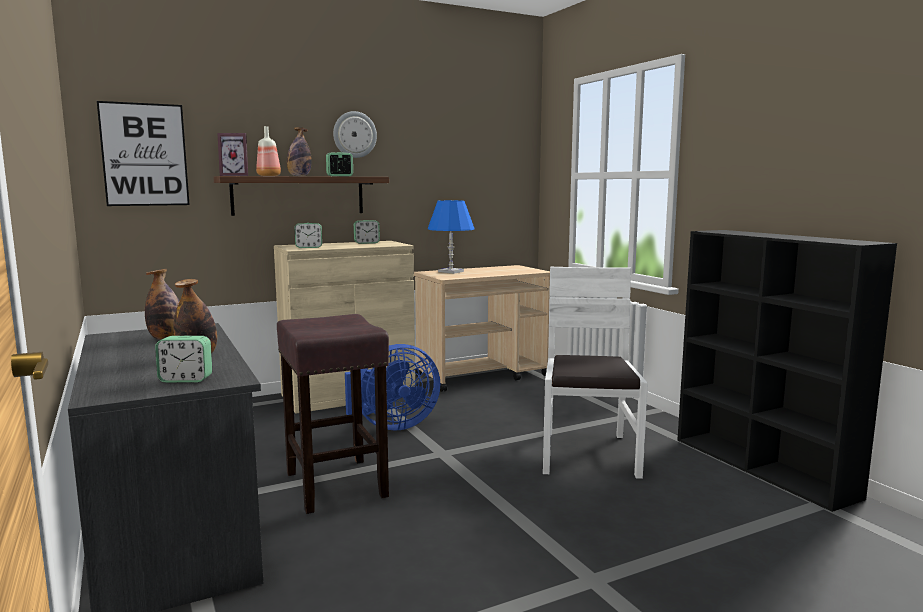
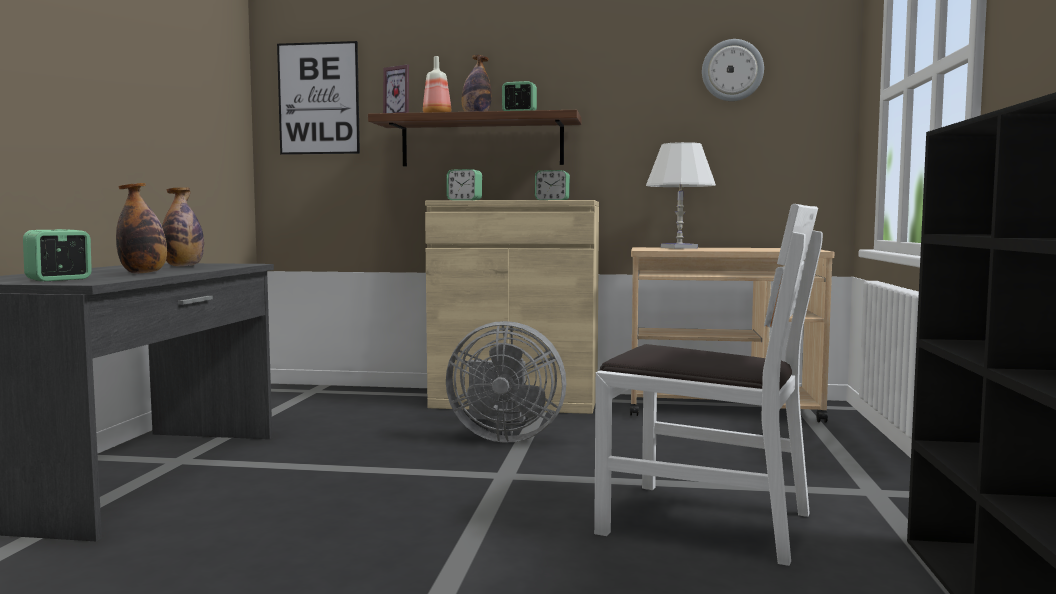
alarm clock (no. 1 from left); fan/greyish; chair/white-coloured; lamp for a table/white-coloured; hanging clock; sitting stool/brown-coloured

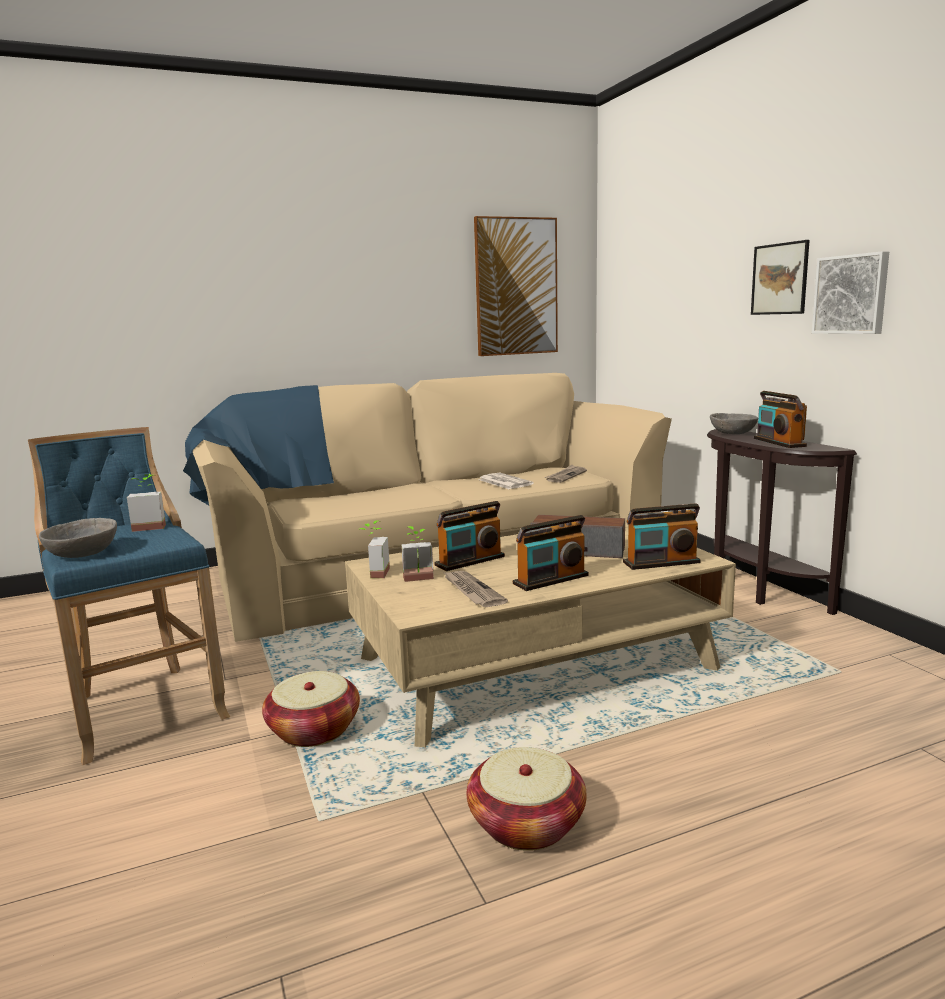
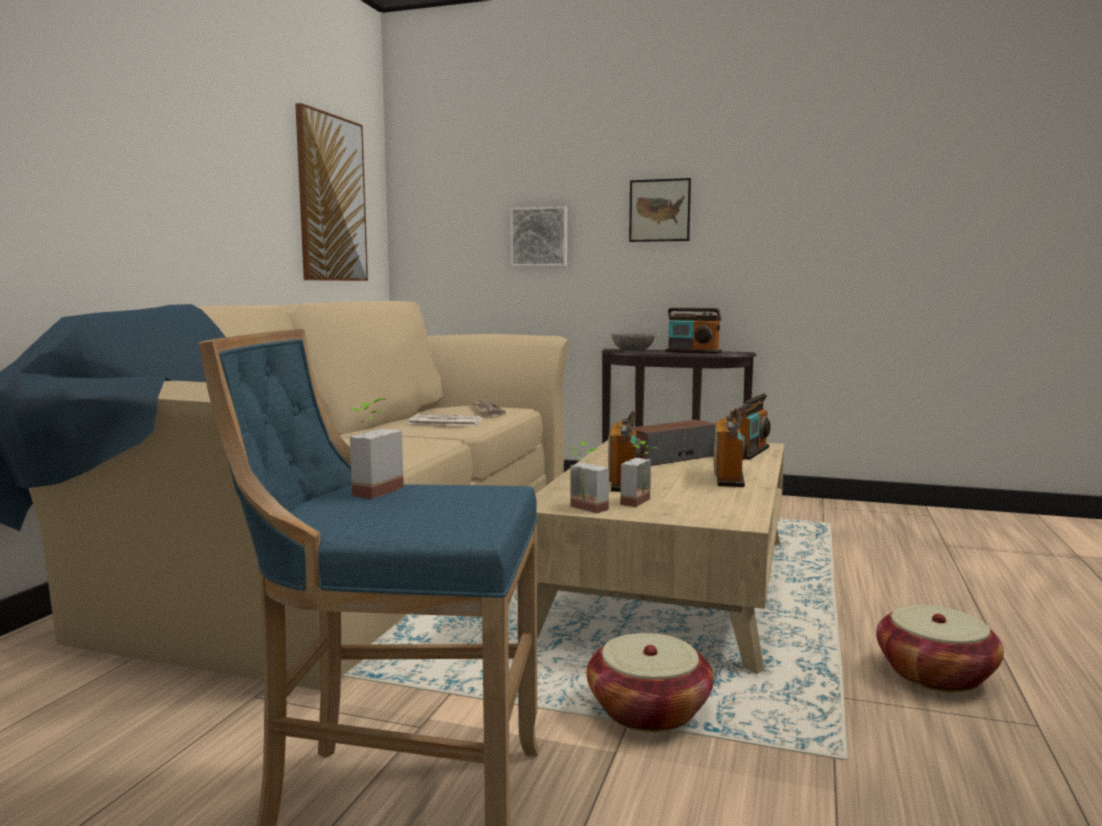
picture (no. 2 from left); serving bowl/greyish (no. 1 from left in the first image); printed paper (no. 1 from left in the first image)

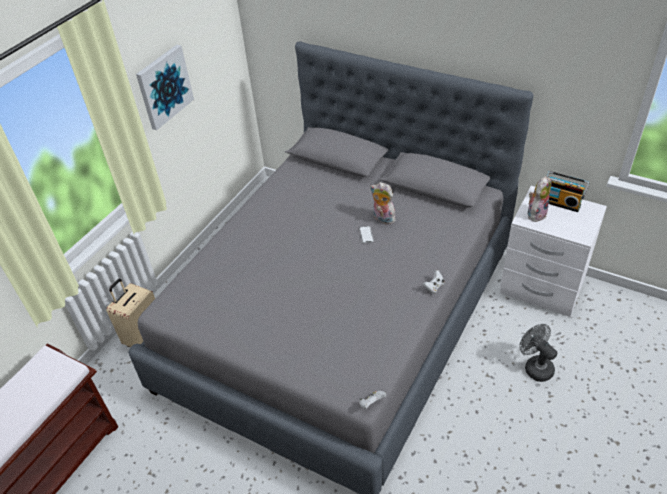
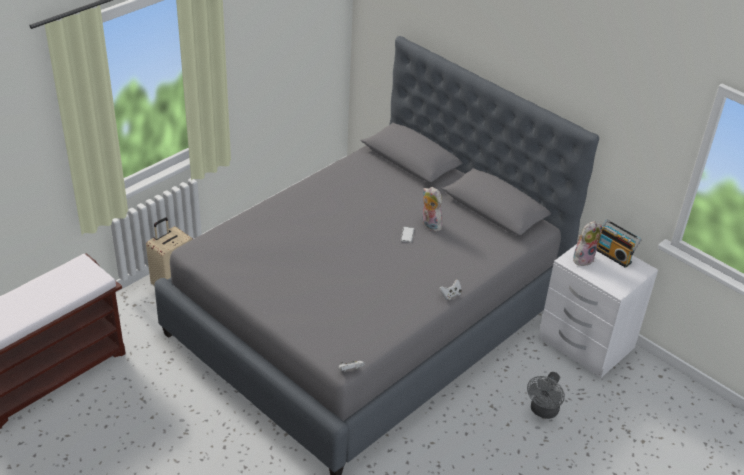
fan/greyish; picture

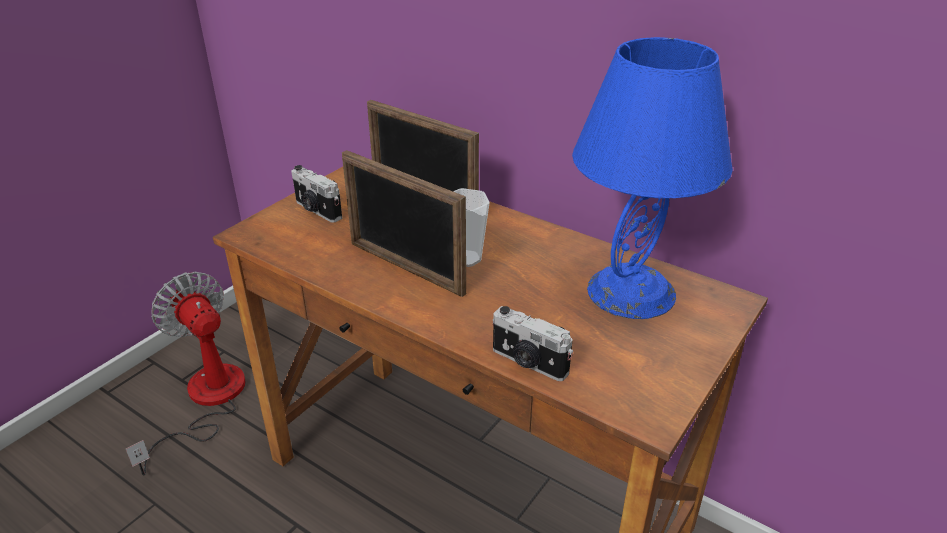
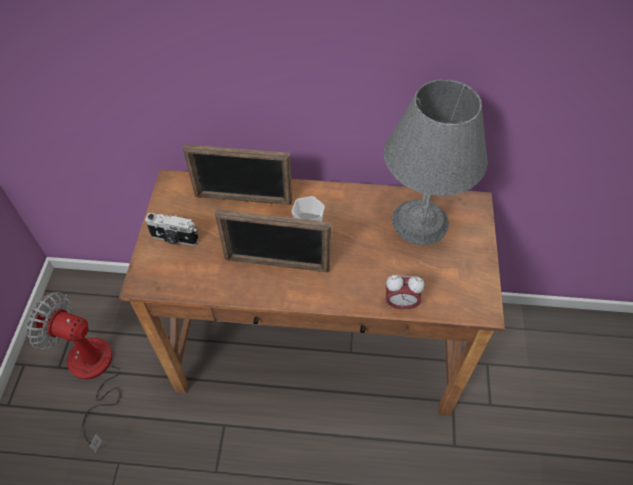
lamp for a table/greyish; alarm clock

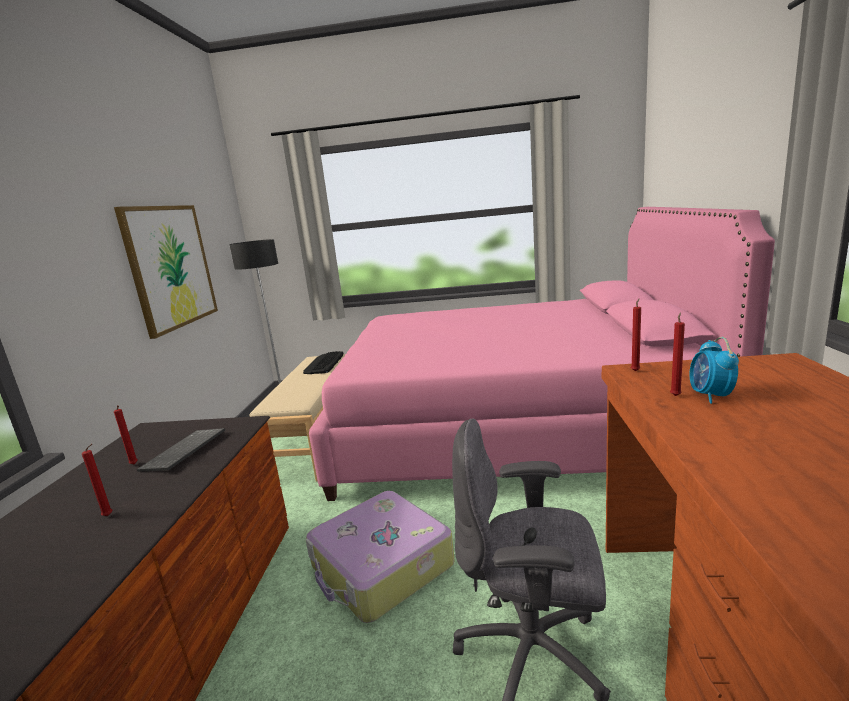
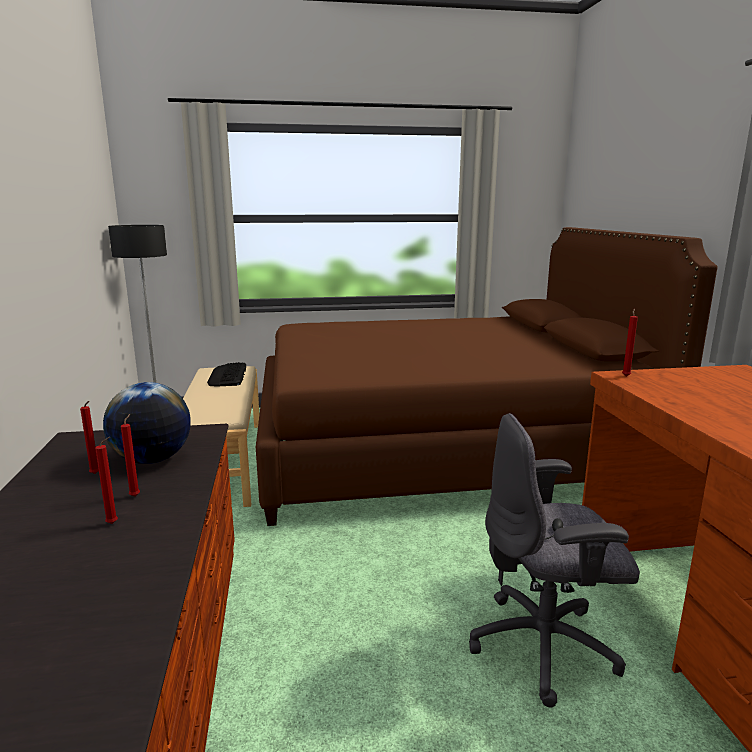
globe; candle/reddish (no. 3 from left); bedroom bed/brown-coloured; picture; piece of luggage; alarm clock

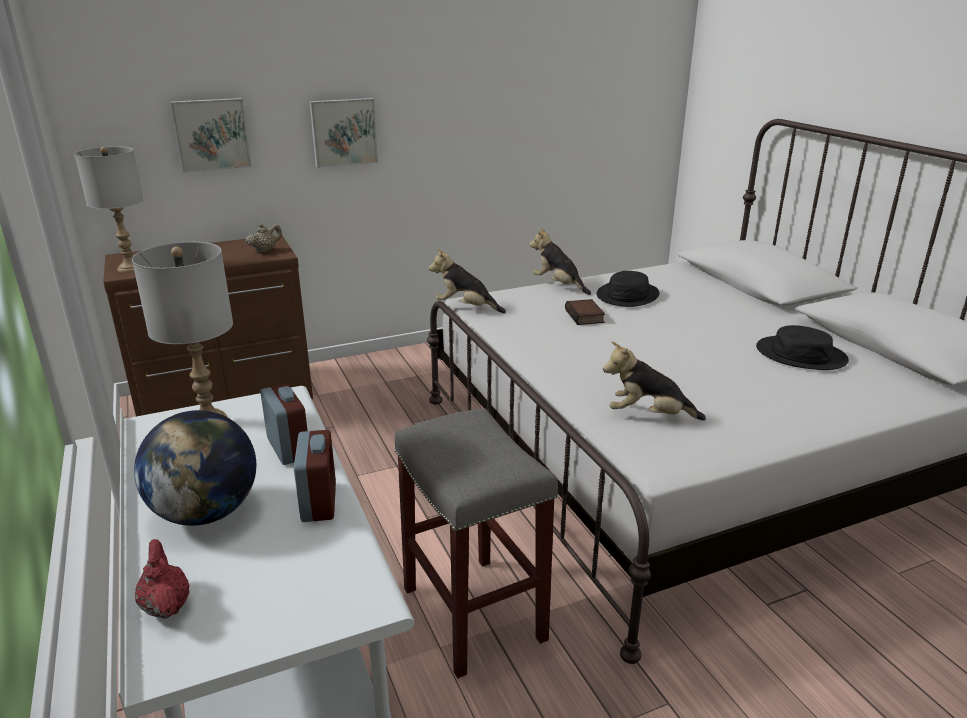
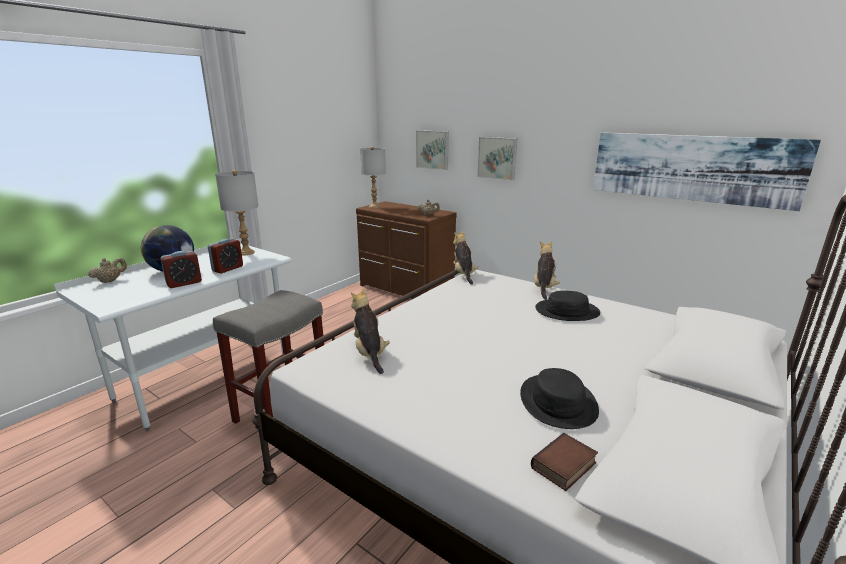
tea pot/beige-coloured (no. 1 from left); bound book; picture (no. 3 from left)

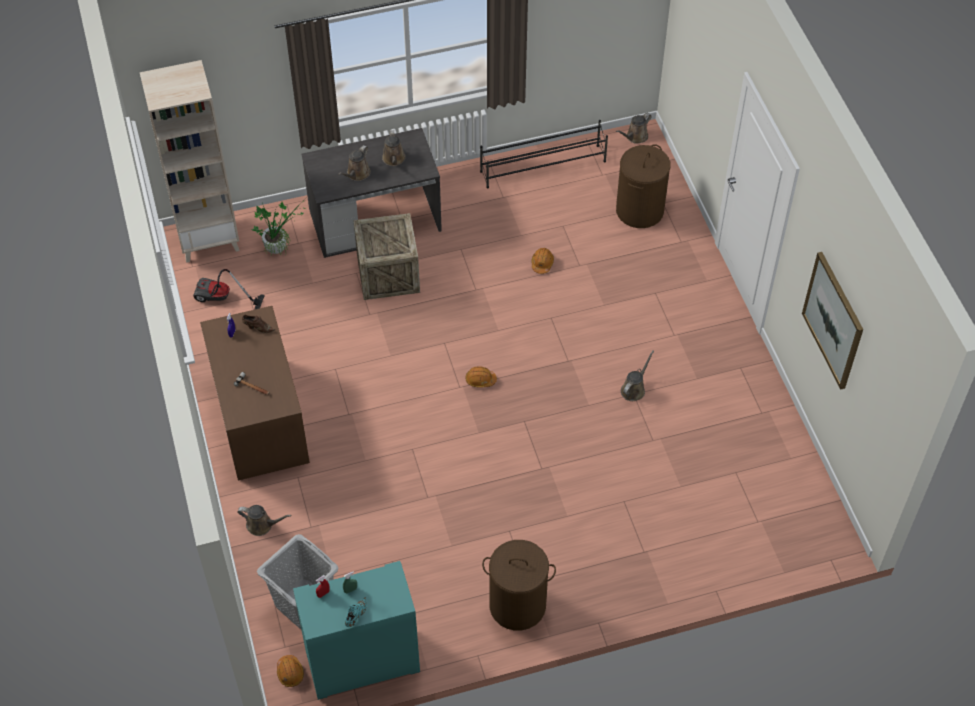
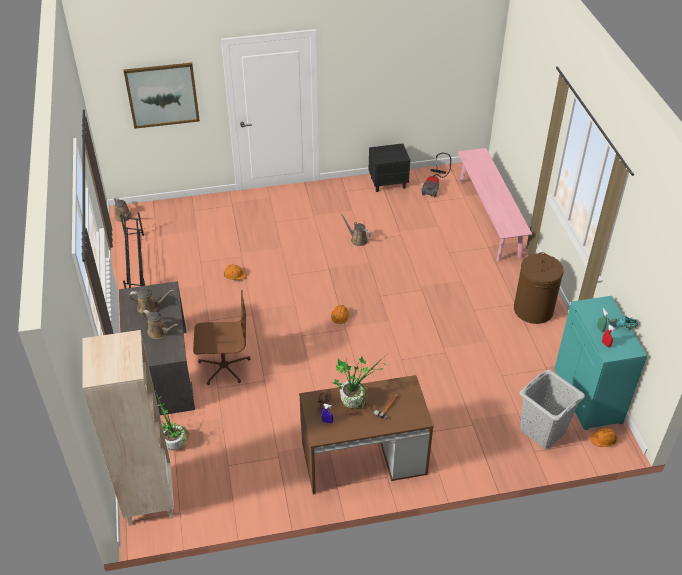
picture; office chair/brown-coloured; houseplant (no. 2 from left); nightstand/blackish; vacuum; bench/pinkish; watering can/brown-coloured (no. 1 from left in the first image); washing basket/brown-coloured (no. 2 from left in the first image)

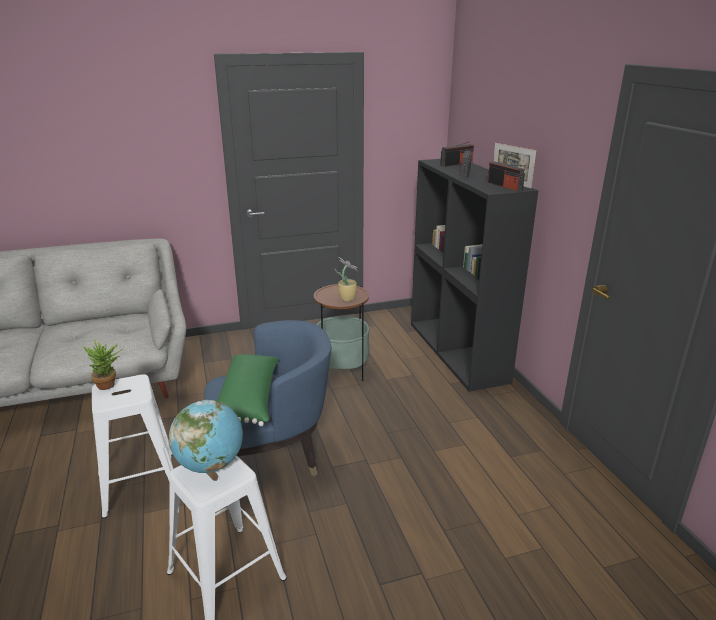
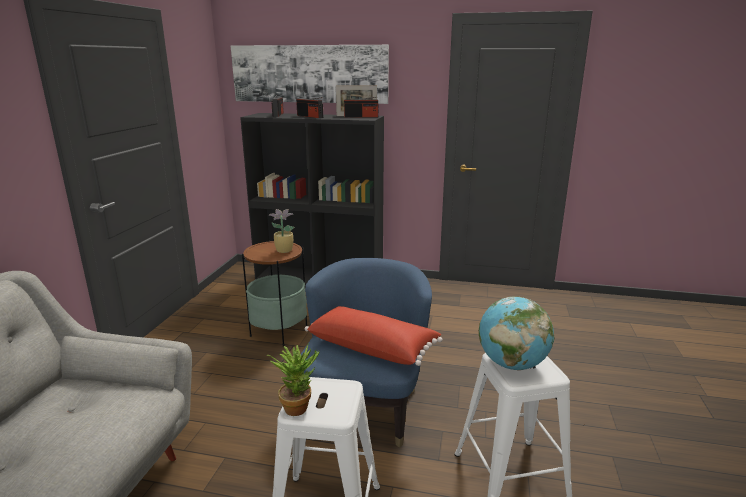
picture; pillow/reddish

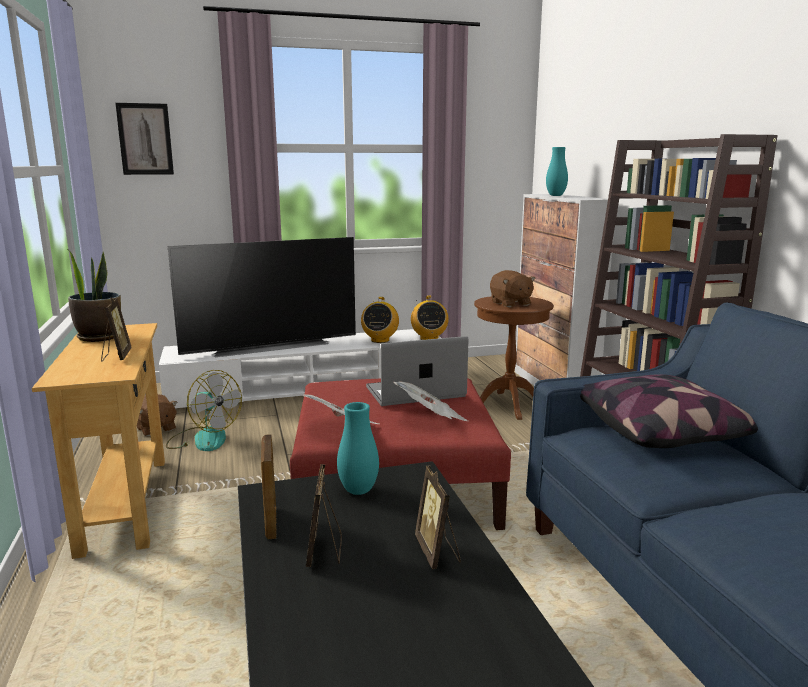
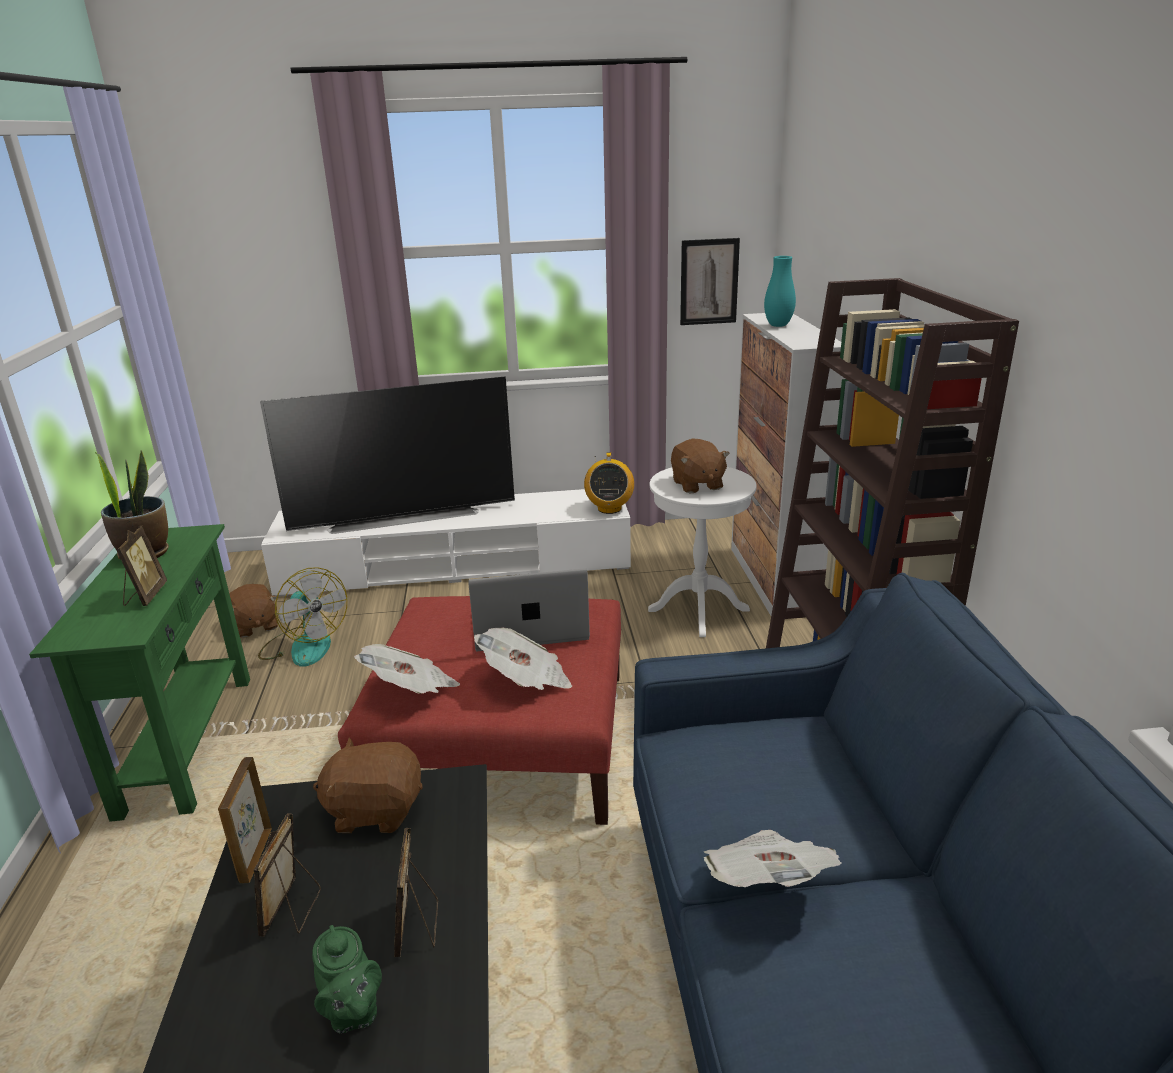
hall table/greenish; tea pot/greenish; cuddly toy/brown-coloured (no. 2 from left); accent table/white-coloured; picture; printed paper (no. 3 from left); radio set (no. 1 from left in the first image); pillow

